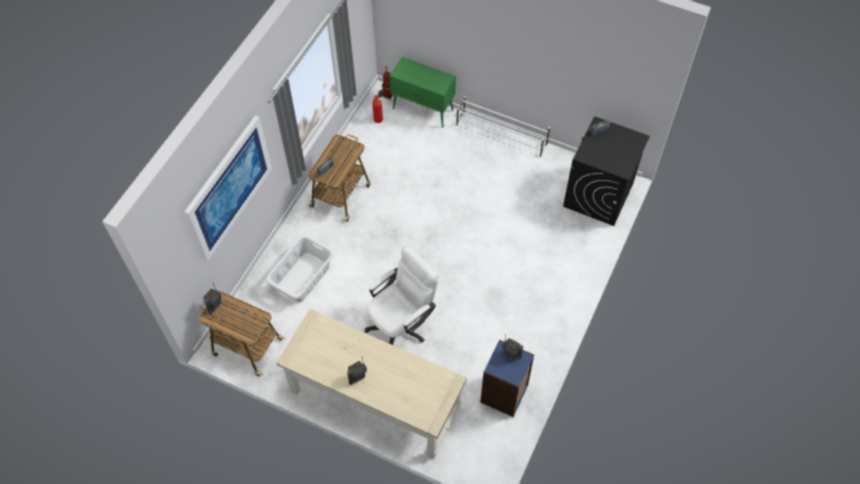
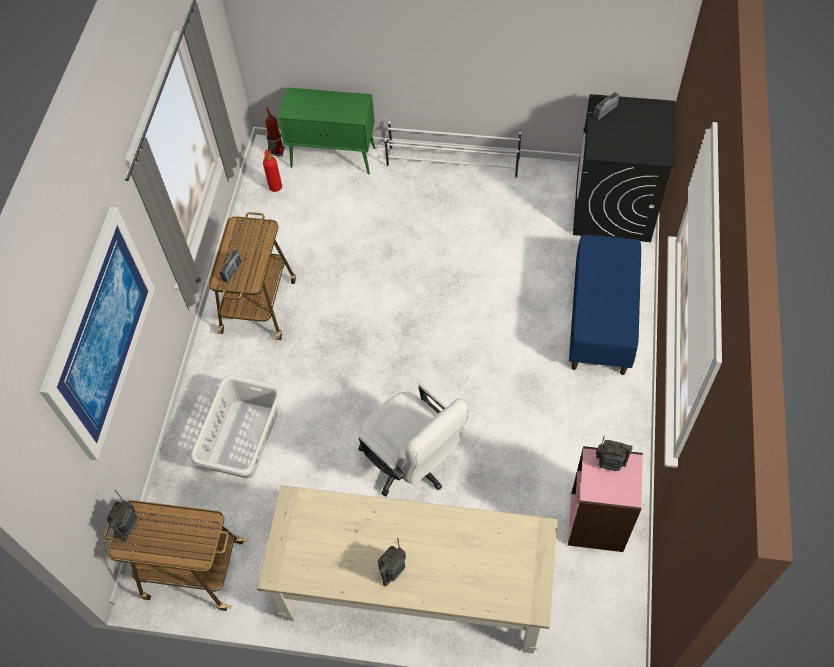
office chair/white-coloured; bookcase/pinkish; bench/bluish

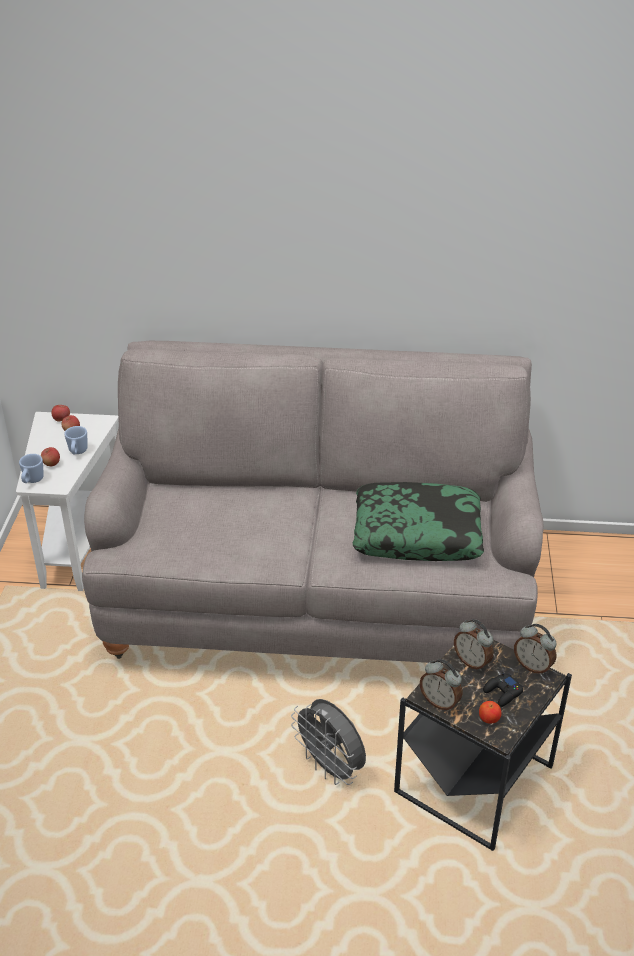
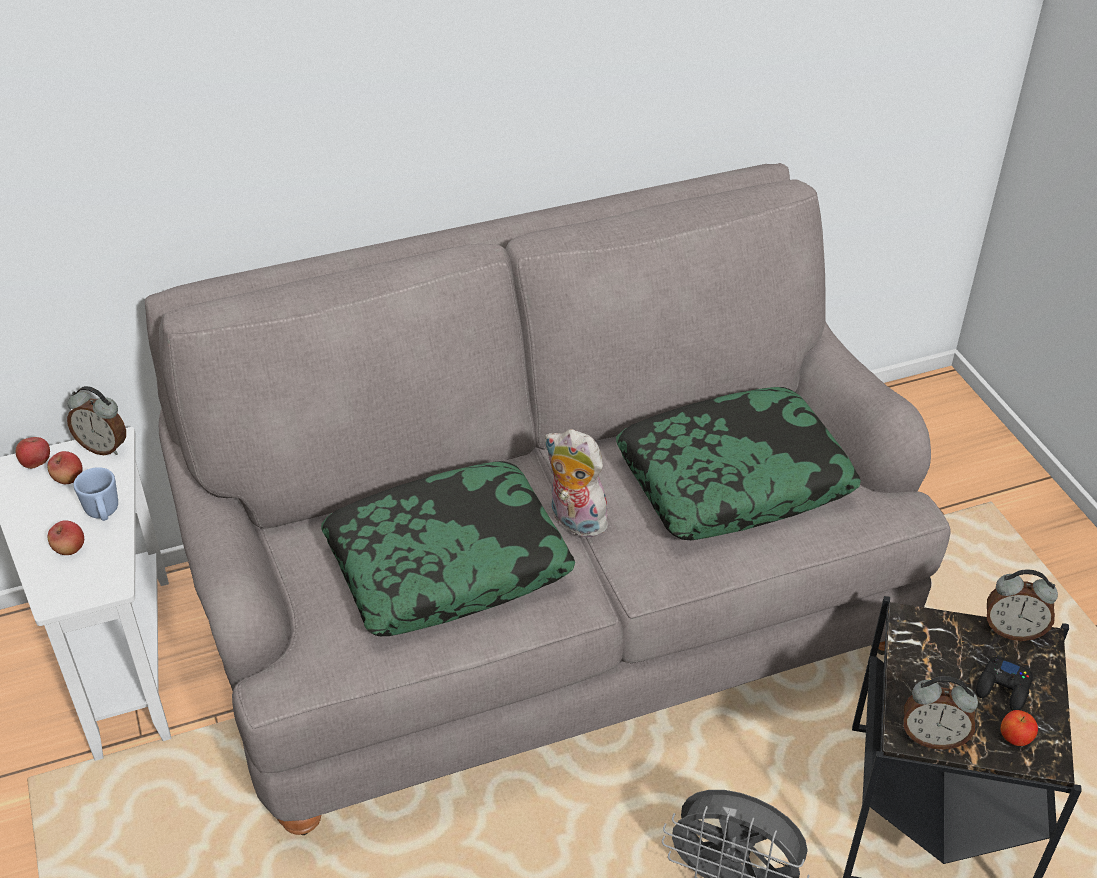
alarm clock (no. 1 from left); pillow (no. 1 from left); cuddly toy; coffee mug/bluish (no. 1 from left in the first image)

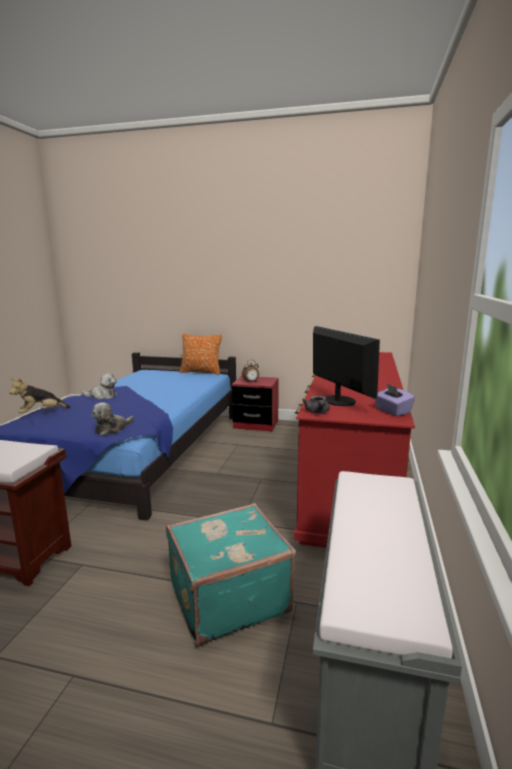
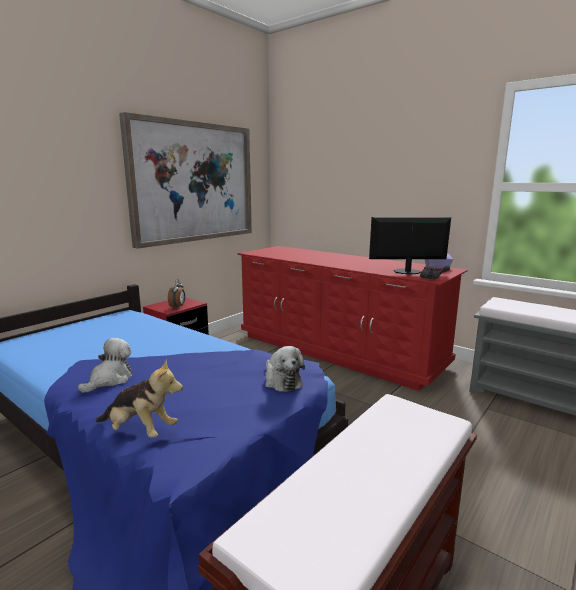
cuddly toy (no. 2 from left); picture; piece of luggage/blue-green; pillow/orangey

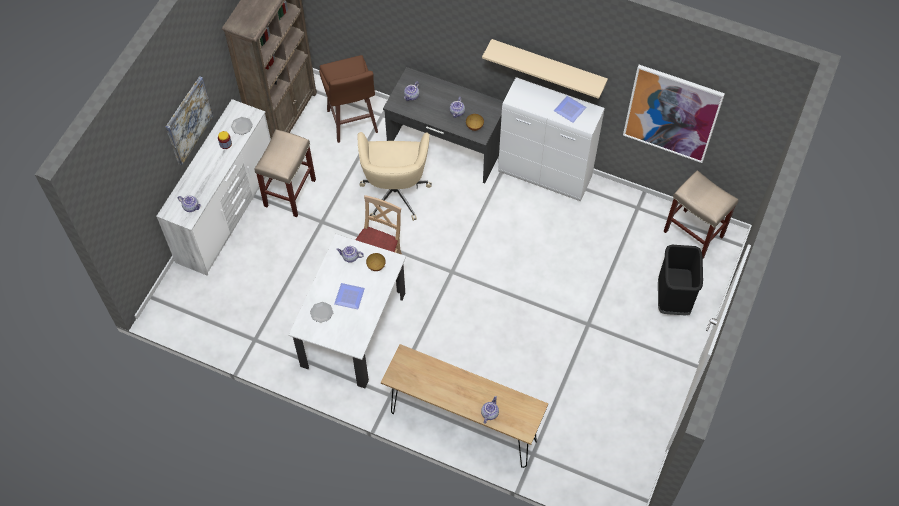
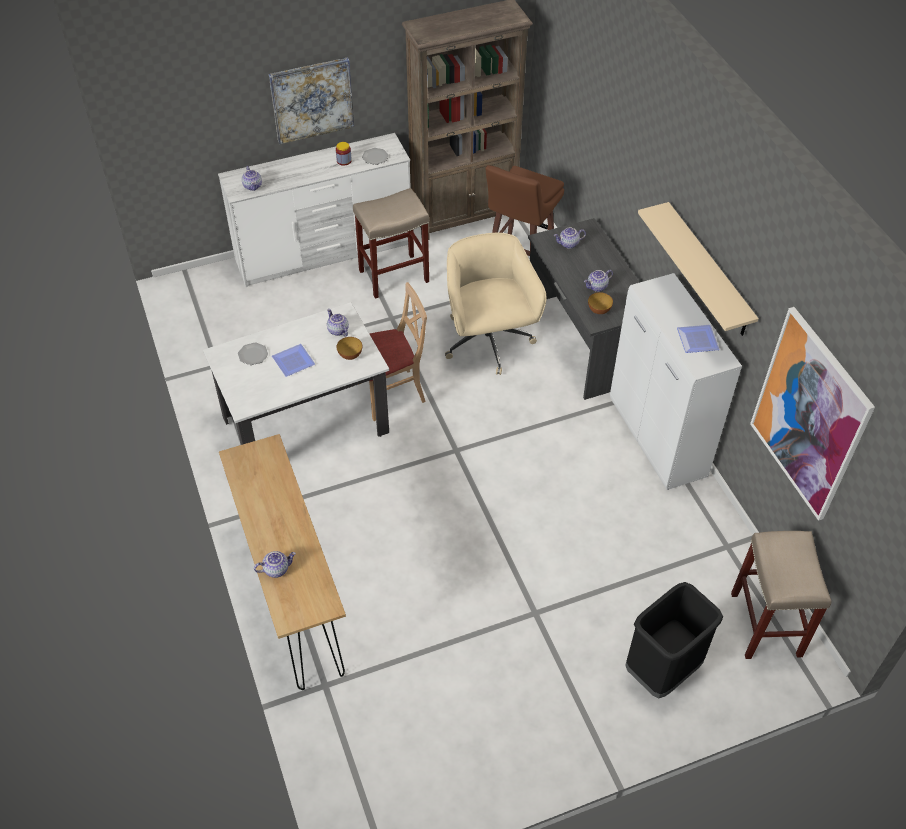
office chair/beige-coloured

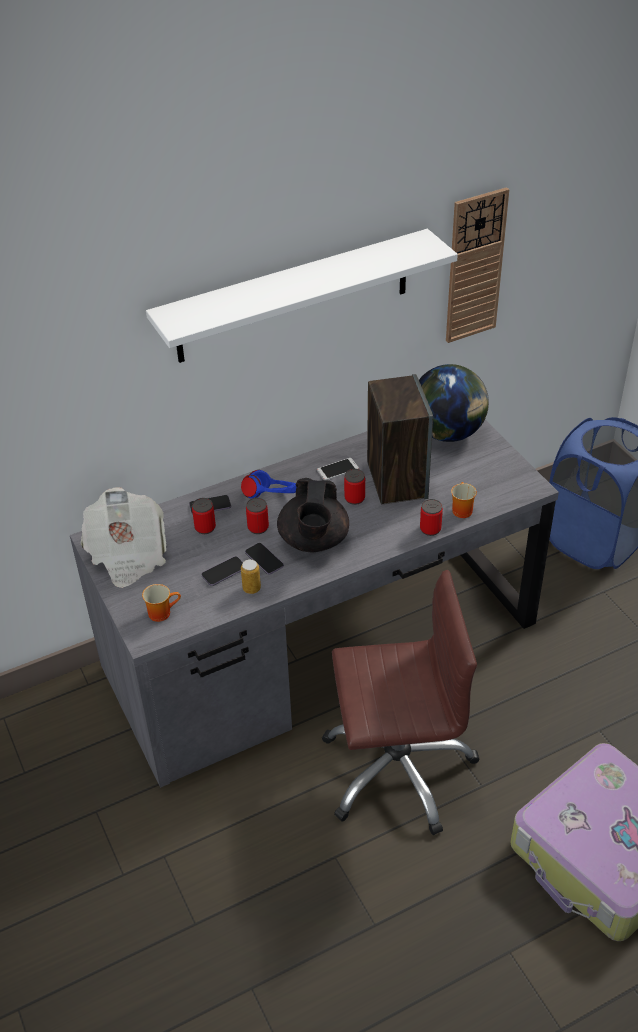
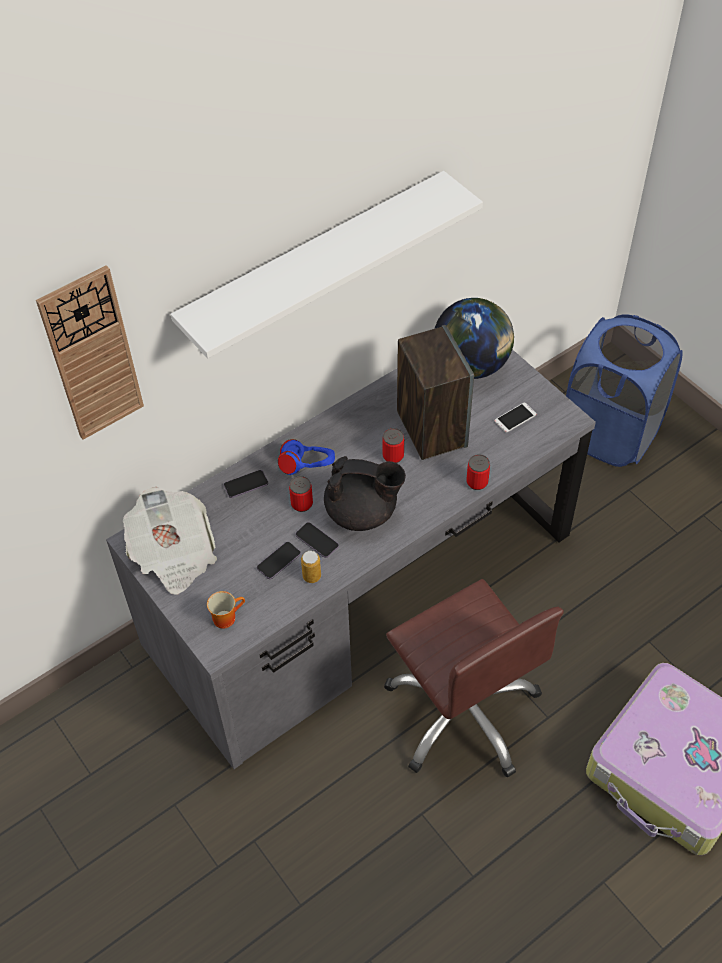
hanging clock; tea pot/blackish; office chair/brown-coloured; phone (no. 4 from left); metal can (no. 1 from left in the first image); coffee mug (no. 2 from left in the first image)

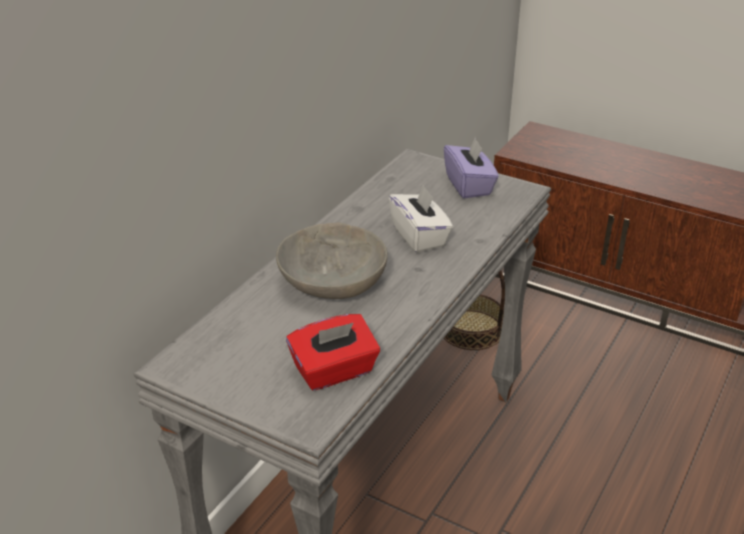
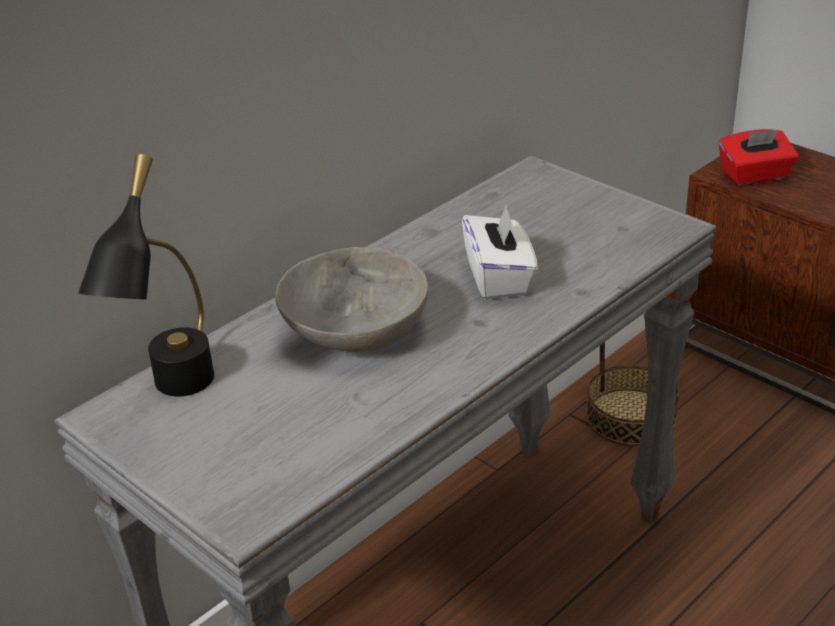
lamp for a table/blackish; tissue box/reddish; tissue box/purple

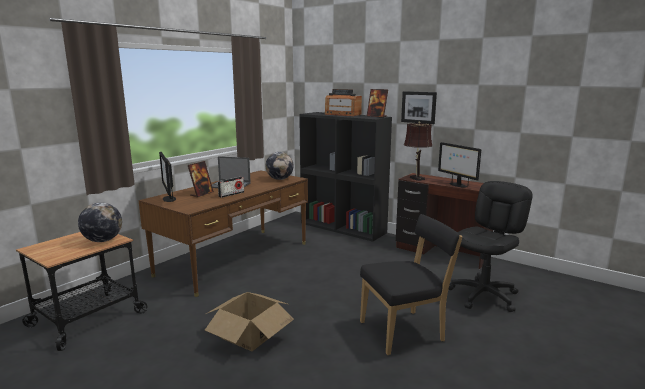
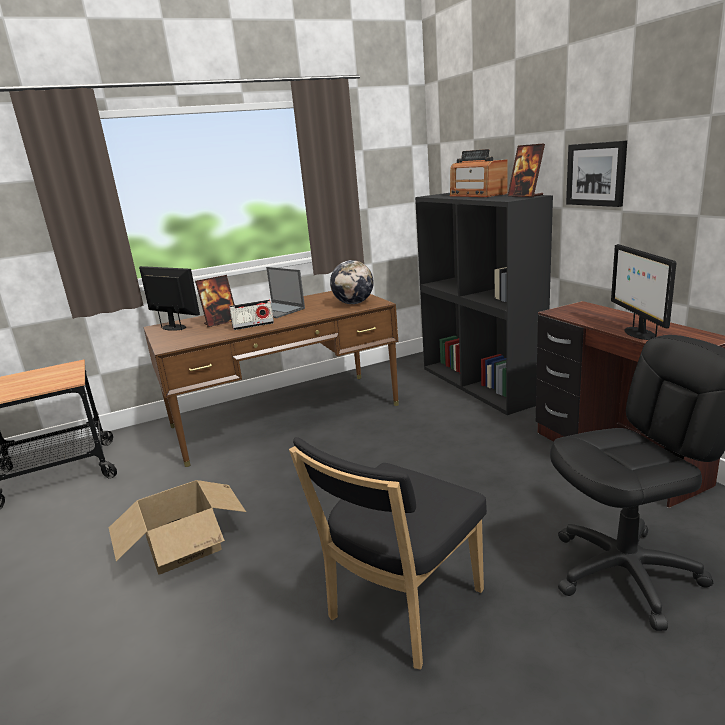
monitor (no. 1 from left); chair/blackish; globe (no. 1 from left in the first image); lamp for a table/brown-coloured

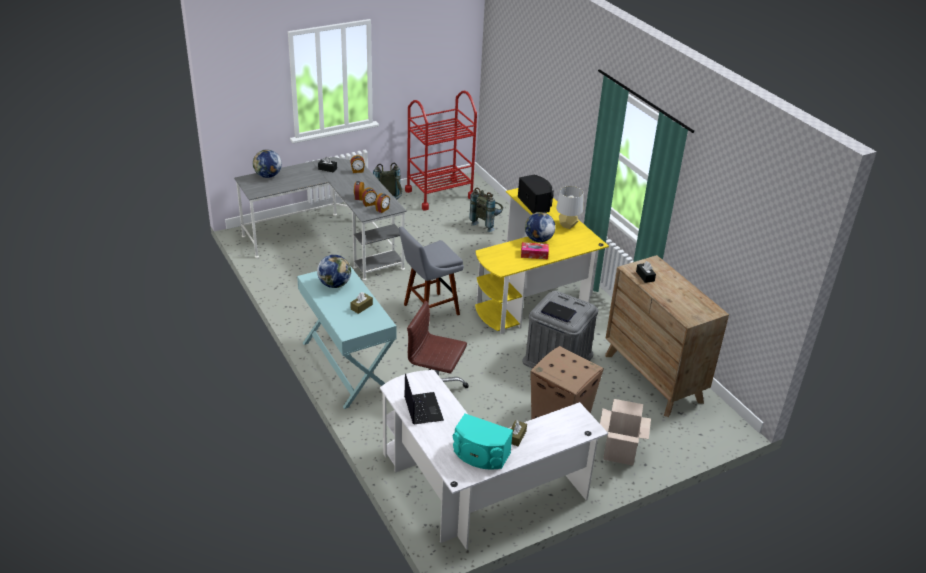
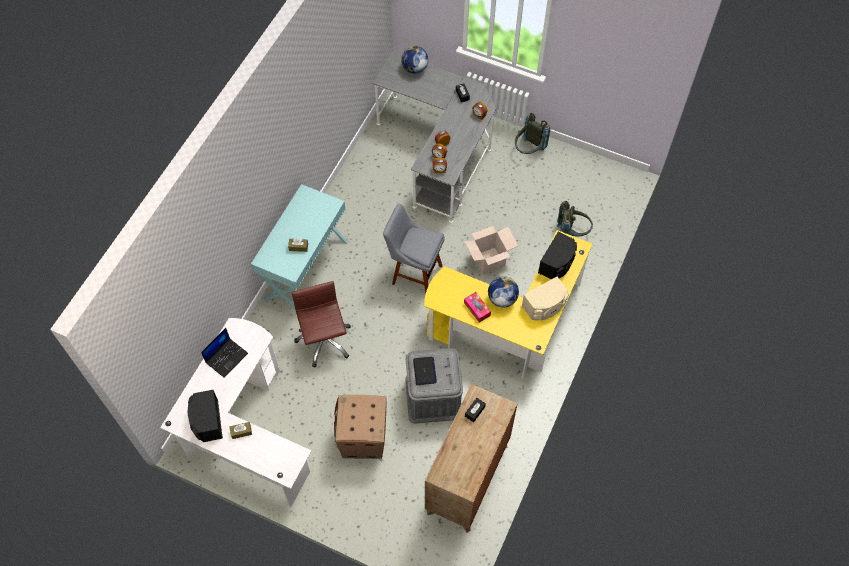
speaker/blackish (no. 1 from left); cardboard box (no. 2 from left); speaker/beige-coloured; globe (no. 2 from left in the first image); wheeled cart/reddish

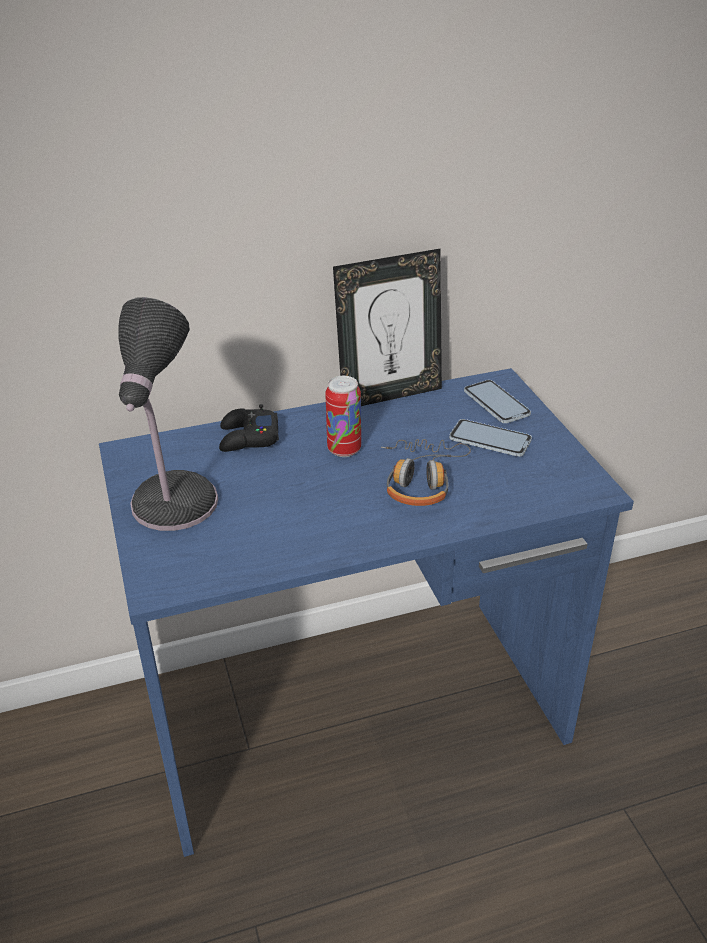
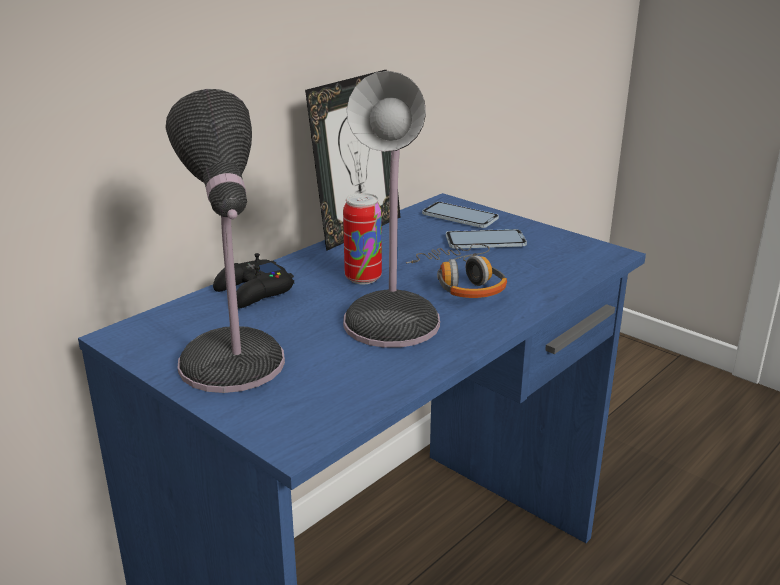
lamp for a table (no. 2 from left)

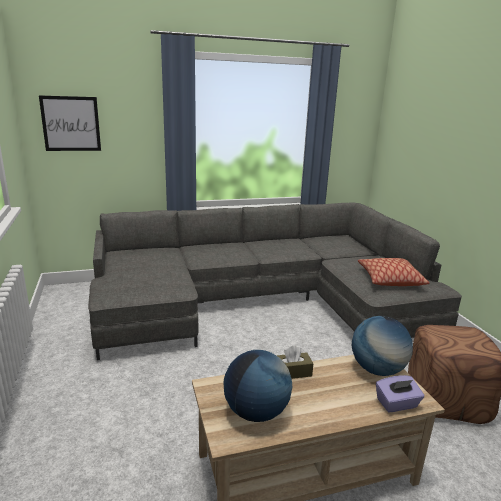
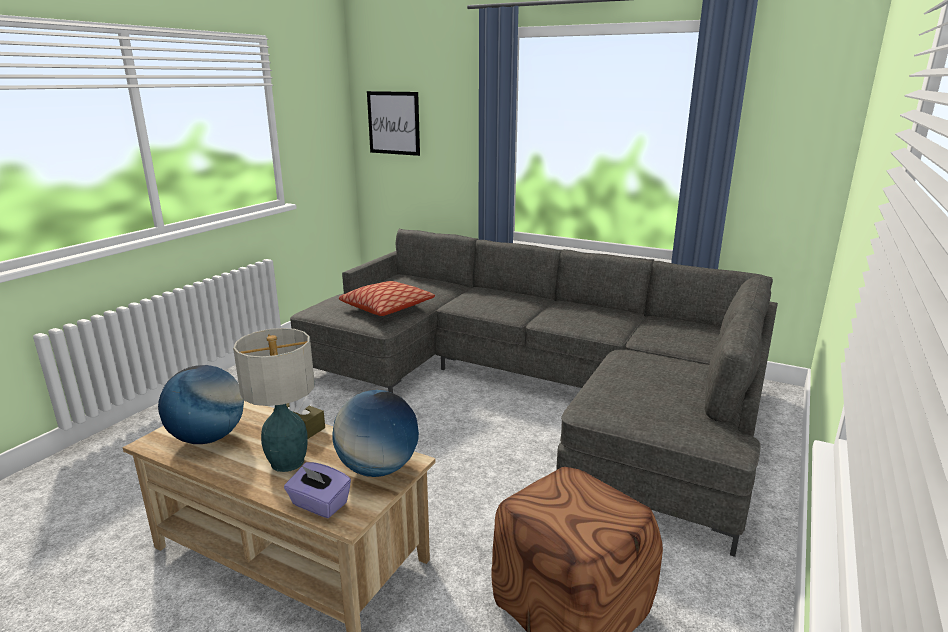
lamp for a table; pillow

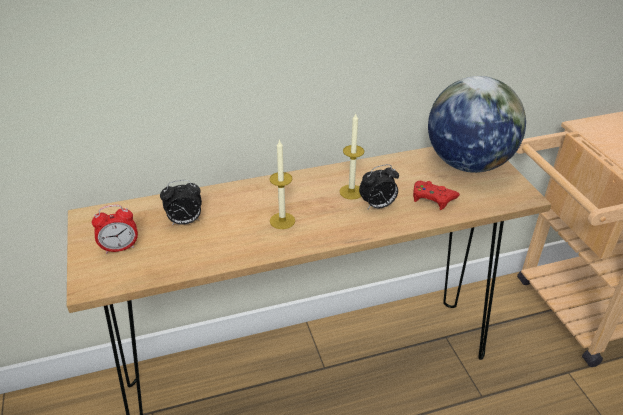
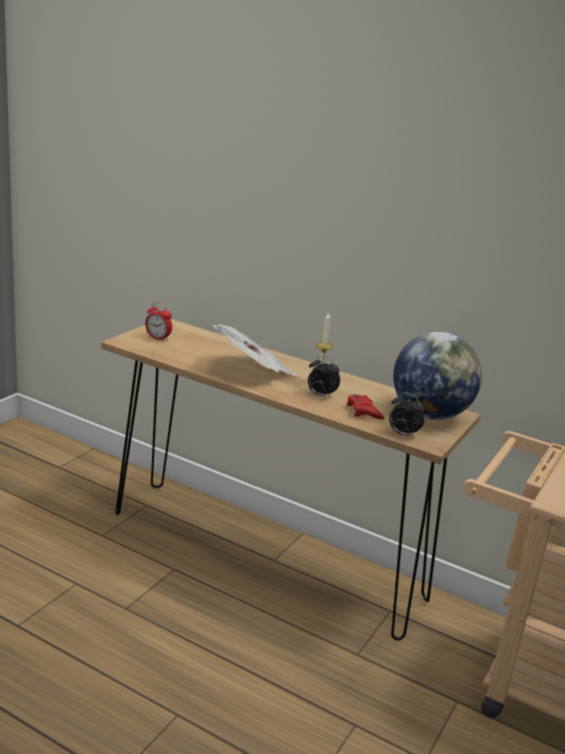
printed paper; alarm clock (no. 3 from left)

